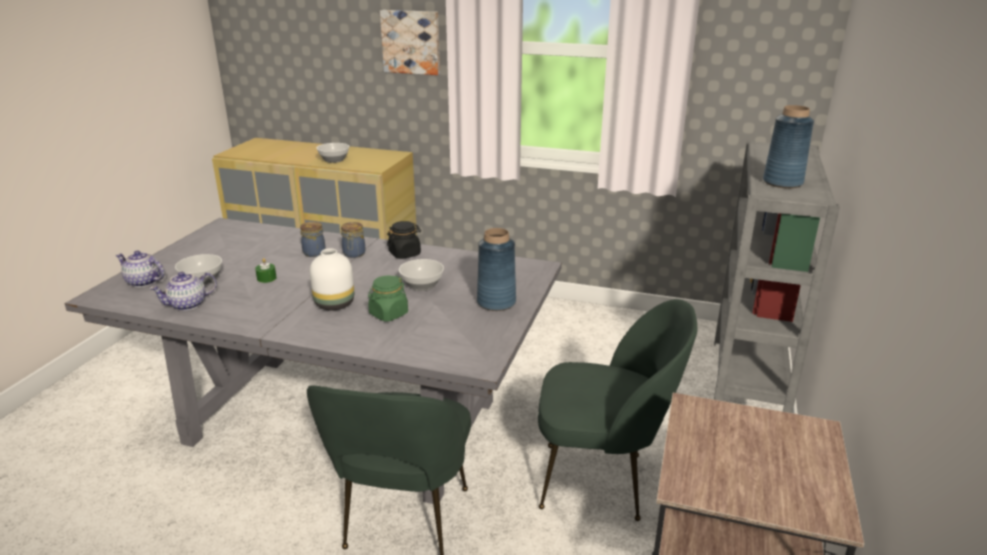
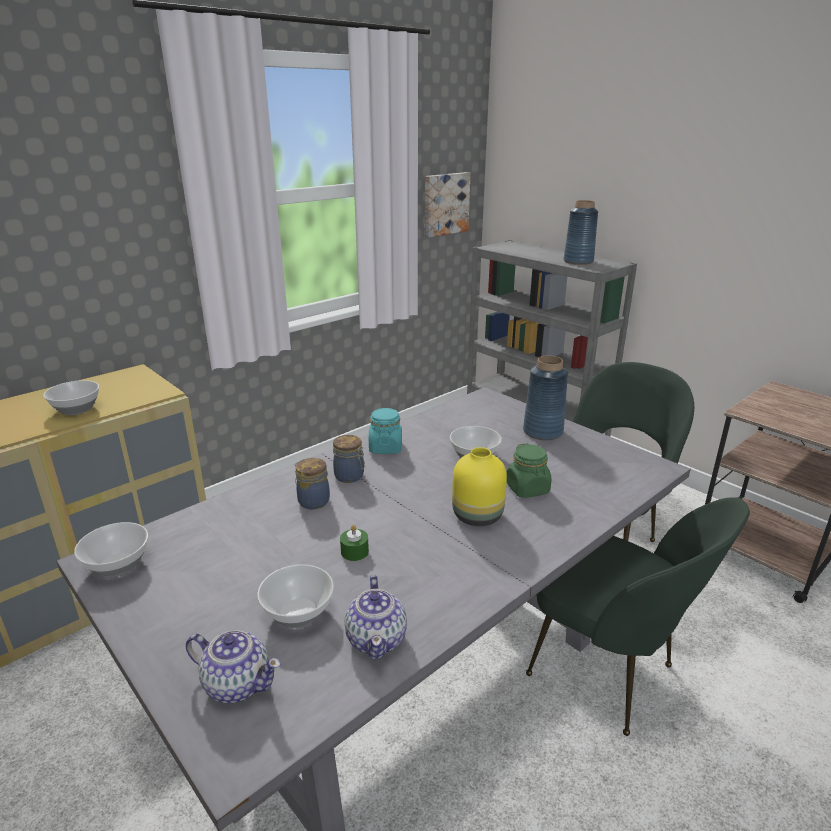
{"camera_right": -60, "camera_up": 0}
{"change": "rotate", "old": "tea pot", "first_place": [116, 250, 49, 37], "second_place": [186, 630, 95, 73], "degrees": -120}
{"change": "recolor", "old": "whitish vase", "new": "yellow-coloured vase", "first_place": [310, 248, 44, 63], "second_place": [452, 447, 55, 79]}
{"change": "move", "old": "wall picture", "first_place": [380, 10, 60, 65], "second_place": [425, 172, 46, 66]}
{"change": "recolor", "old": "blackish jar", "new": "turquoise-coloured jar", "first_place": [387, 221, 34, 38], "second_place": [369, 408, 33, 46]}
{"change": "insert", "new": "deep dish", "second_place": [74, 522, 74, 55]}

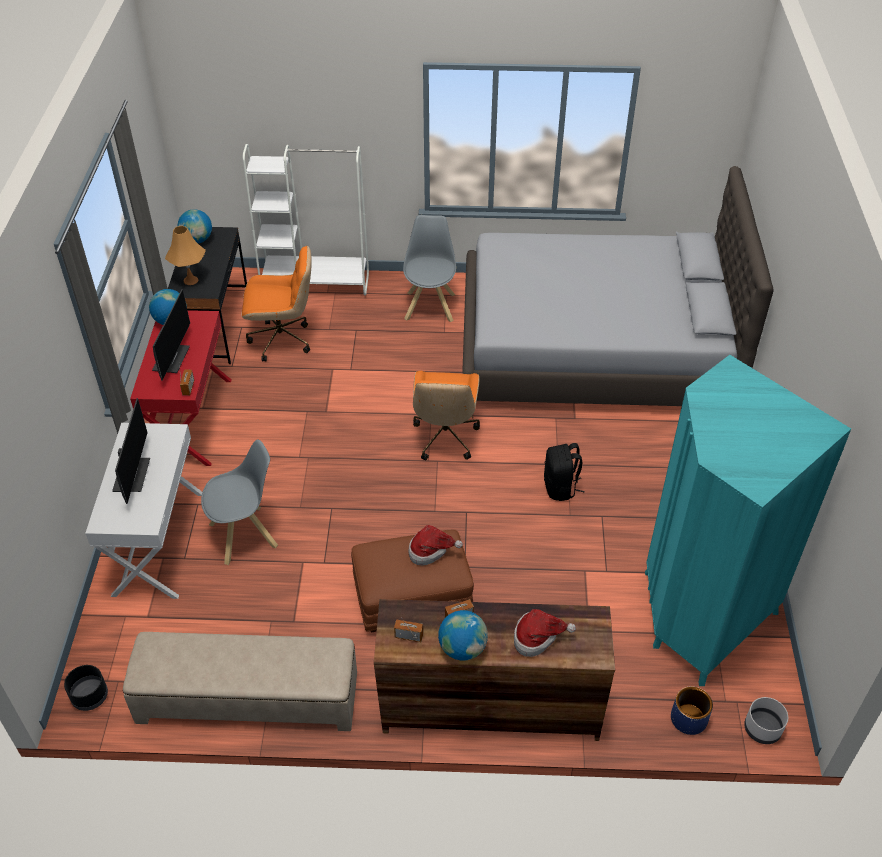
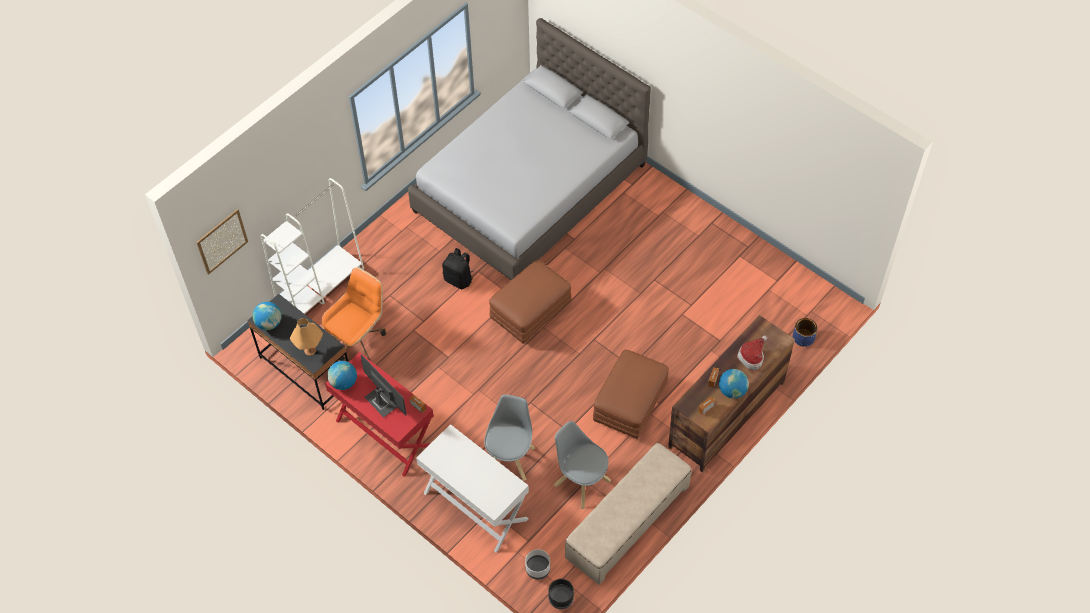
{"camera_right": -50, "camera_up": 10}
{"change": "delete", "old": "computer display", "first_place": [112, 398, 38, 106]}
{"change": "move", "old": "greyish plain chair", "first_place": [403, 215, 53, 107], "second_place": [554, 421, 57, 88]}
{"change": "delete", "old": "clothing hat", "first_place": [408, 525, 55, 41]}
{"change": "replace", "old": "orange-coloured computer chair", "new": "brownish footrest", "first_place": [413, 371, 67, 90], "second_place": [489, 260, 83, 84]}
{"change": "move", "old": "blackish knapsack", "first_place": [544, 443, 41, 58], "second_place": [442, 248, 31, 41]}
{"change": "delete", "old": "turquoise-coloured armoire", "first_place": [645, 355, 206, 331]}
{"change": "move", "old": "greyish planter", "first_place": [744, 697, 44, 47], "second_place": [525, 549, 25, 30]}
{"change": "insert", "new": "wall picture", "second_place": [196, 209, 52, 66]}

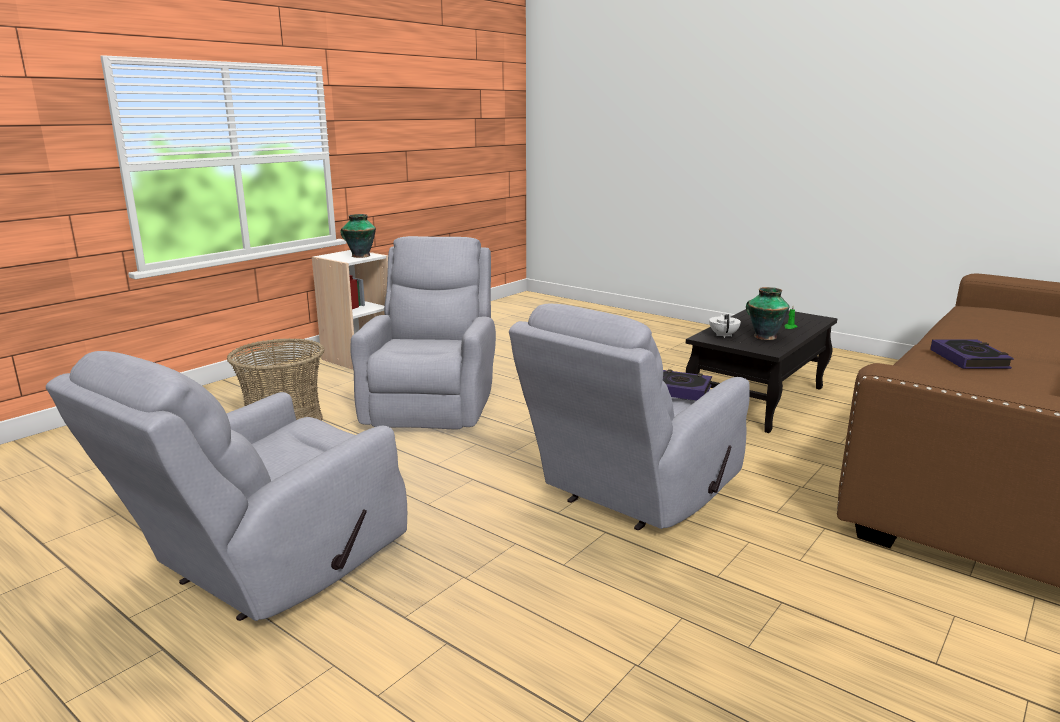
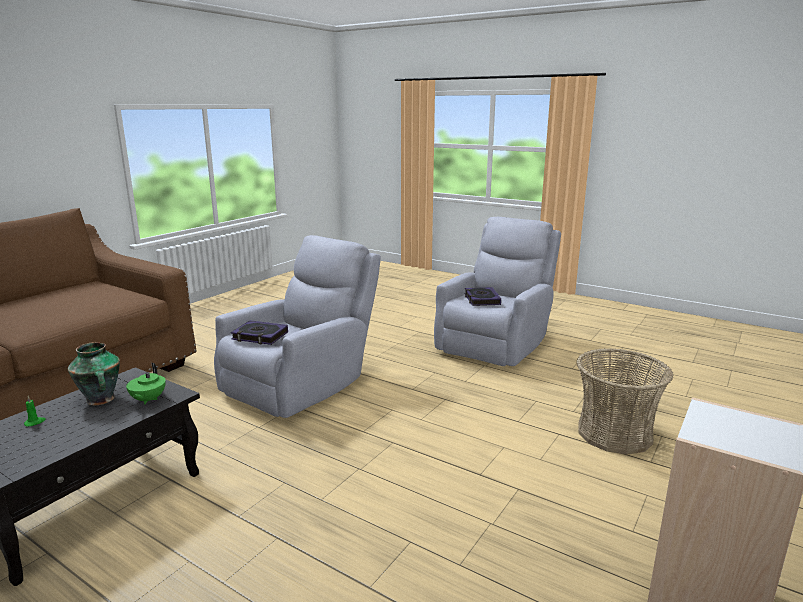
{"camera_right": 175, "camera_up": 0}
{"change": "delete", "old": "vase", "first_place": [340, 214, 36, 44]}
{"change": "delete", "old": "greyish easy chair", "first_place": [350, 236, 146, 194]}
{"change": "recolor", "old": "whitish tea pot", "new": "green-coloured tea pot", "first_place": [709, 314, 32, 24], "second_place": [126, 363, 40, 42]}
{"change": "move", "old": "volume", "first_place": [930, 339, 84, 30], "second_place": [465, 287, 36, 19]}

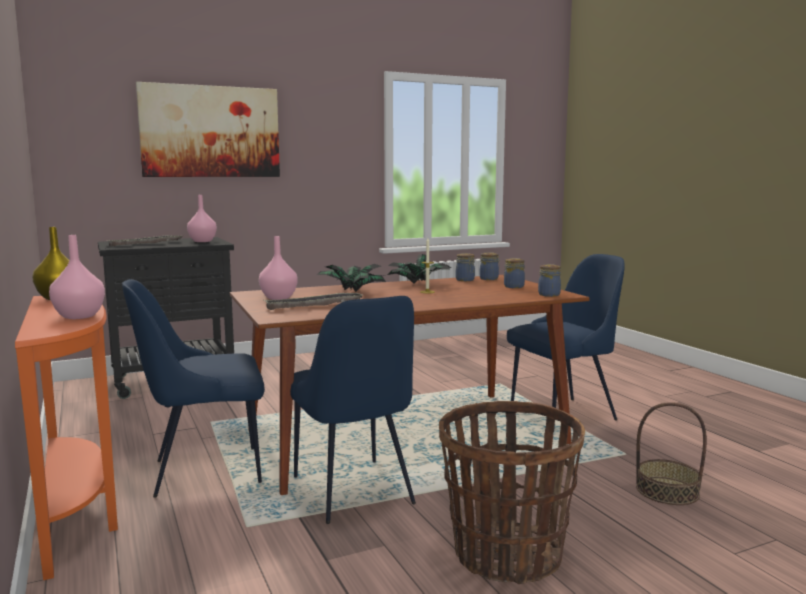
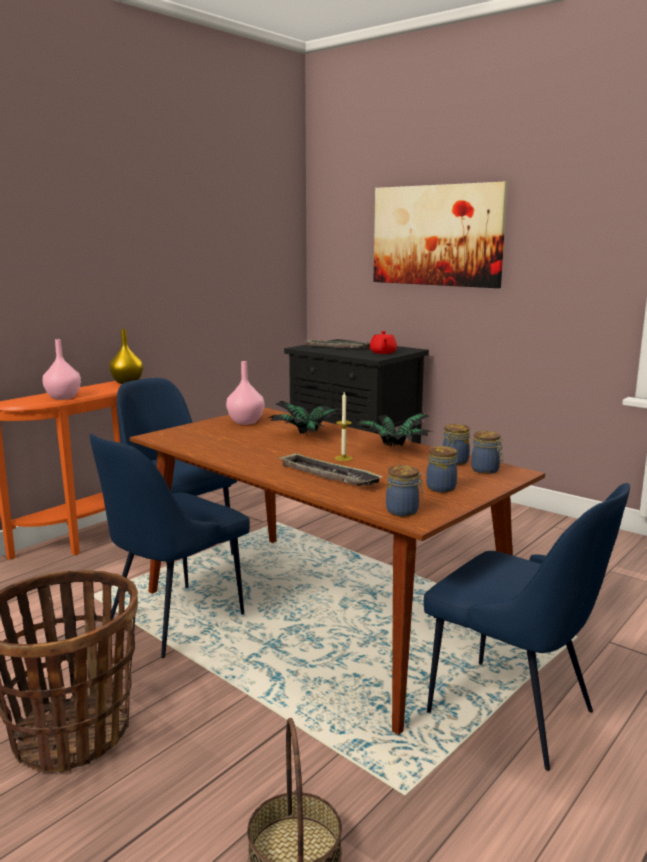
{"camera_right": 65, "camera_up": 5}
{"change": "replace", "old": "pink-coloured vase", "new": "red-coloured tea pot", "first_place": [187, 195, 30, 47], "second_place": [369, 331, 28, 23]}
{"change": "move", "old": "tray", "first_place": [263, 292, 99, 18], "second_place": [278, 453, 105, 33]}

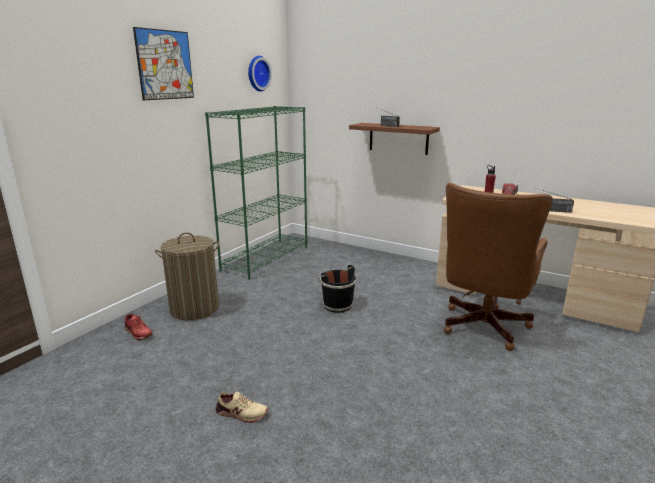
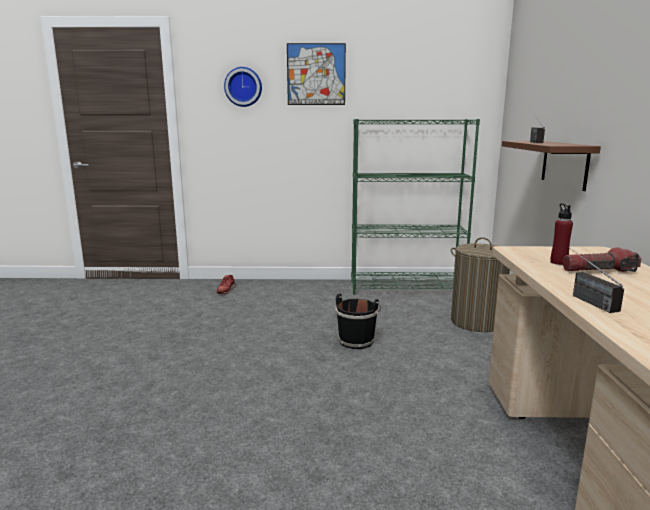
{"camera_right": 60, "camera_up": -5}
{"change": "move", "old": "hamper", "first_place": [155, 232, 64, 88], "second_place": [451, 237, 59, 95]}
{"change": "delete", "old": "sand-coloured item of footwear", "first_place": [216, 392, 52, 31]}
{"change": "move", "old": "clock on the wall", "first_place": [248, 56, 24, 36], "second_place": [224, 67, 38, 40]}
{"change": "delete", "old": "brownish computer chair", "first_place": [444, 183, 109, 168]}

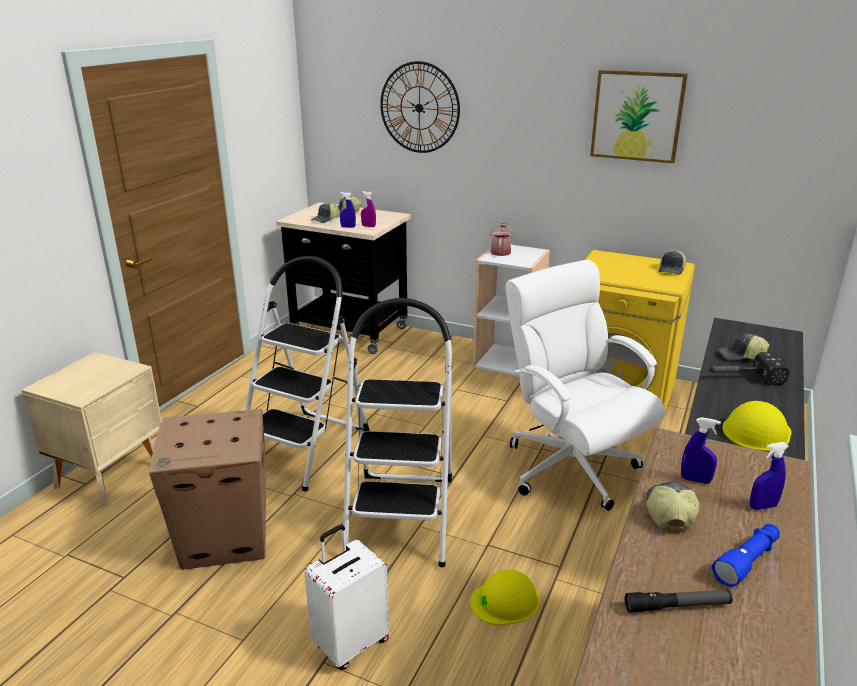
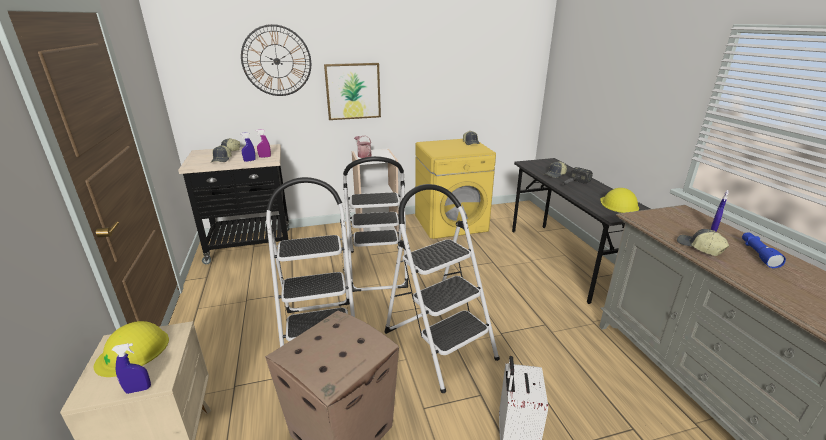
{"camera_right": -40, "camera_up": 0}
{"change": "move", "old": "yellow-coloured hard hat", "first_place": [470, 570, 70, 55], "second_place": [94, 321, 75, 56]}
{"change": "delete", "old": "whitish computer chair", "first_place": [506, 260, 159, 251]}
{"change": "move", "old": "wall picture", "first_place": [590, 70, 98, 93], "second_place": [324, 63, 57, 57]}
{"change": "delete", "old": "hand torch", "first_place": [625, 590, 108, 23]}
{"change": "move", "old": "blue sprayer", "first_place": [681, 417, 40, 67], "second_place": [112, 343, 39, 51]}
{"change": "insert", "new": "stepladder", "second_place": [343, 156, 65, 136]}

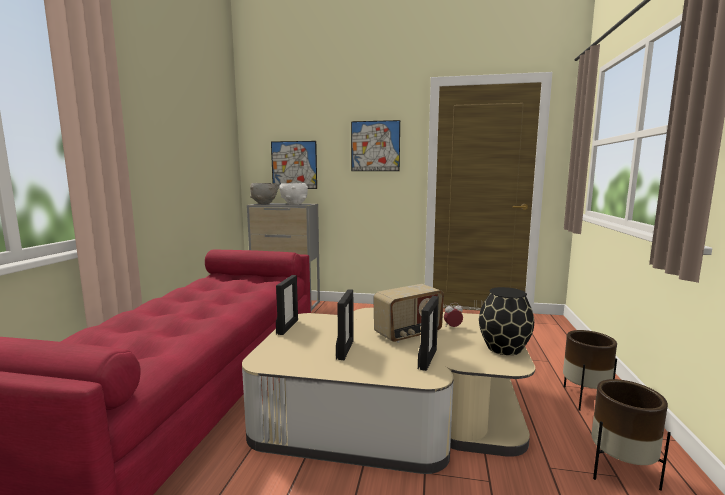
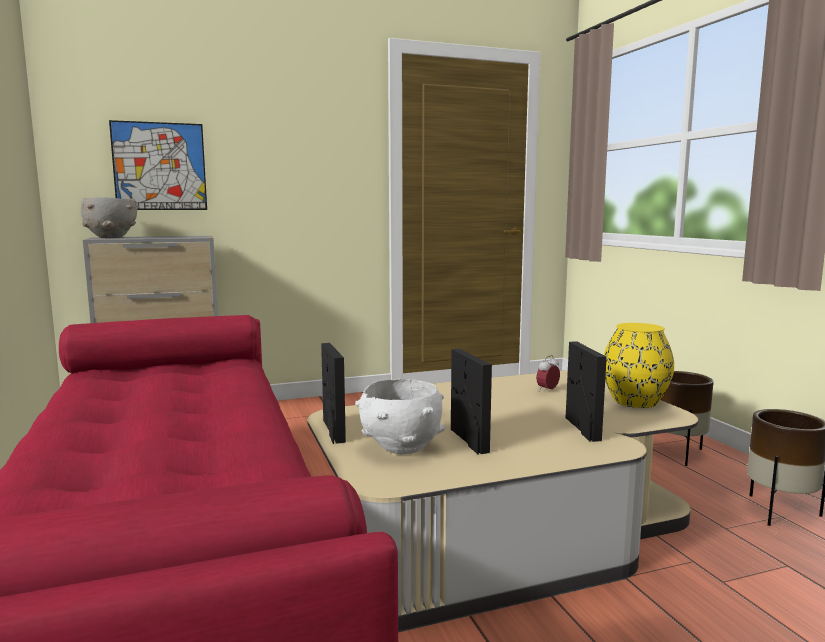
{"camera_right": -30, "camera_up": 0}
{"change": "move", "old": "whitish deep dish", "first_place": [279, 183, 29, 22], "second_place": [355, 379, 90, 76]}
{"change": "delete", "old": "wall picture", "first_place": [351, 120, 49, 51]}
{"change": "delete", "old": "radio", "first_place": [373, 284, 71, 59]}
{"change": "recolor", "old": "blackish vase", "new": "yellow-coloured vase", "first_place": [479, 287, 55, 68], "second_place": [604, 323, 70, 85]}

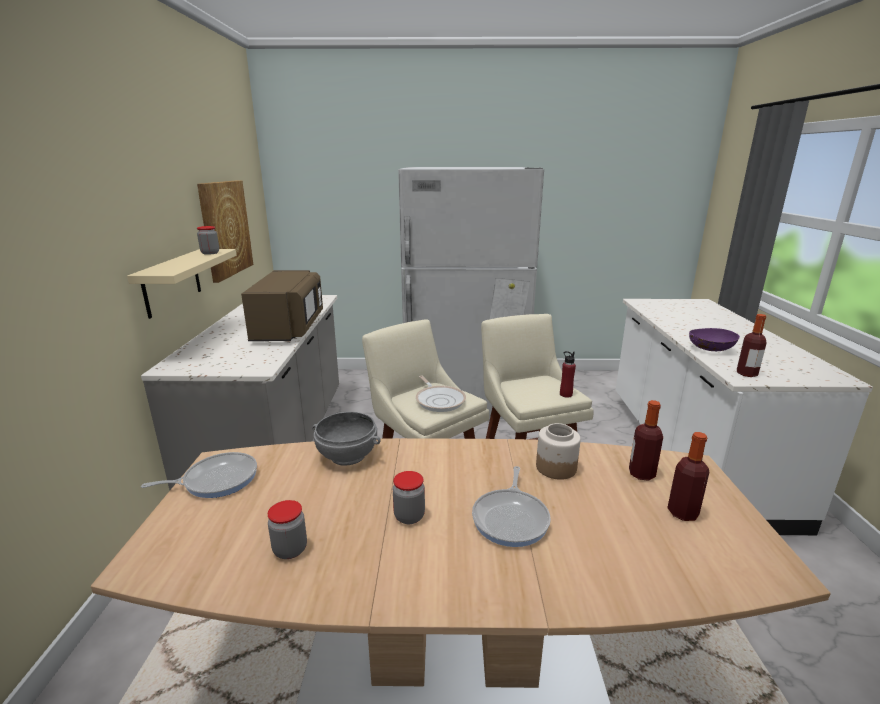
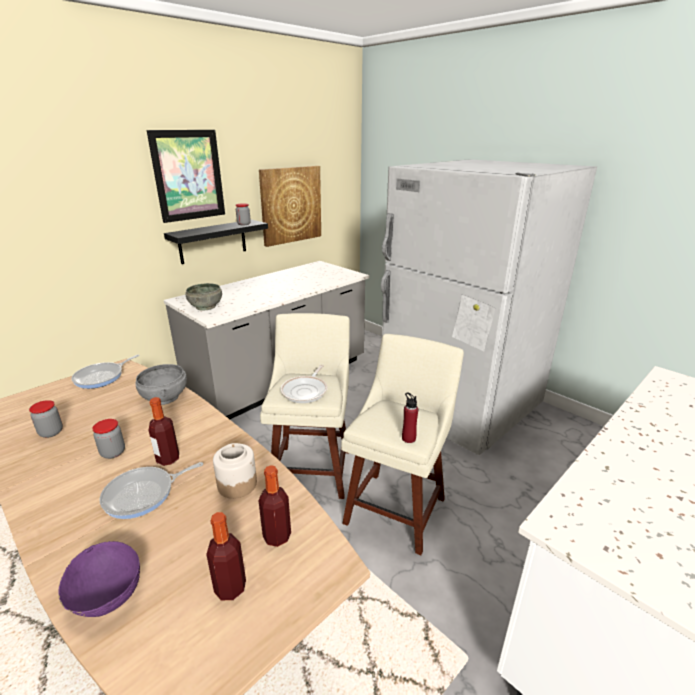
{"camera_right": 45, "camera_up": 5}
{"change": "recolor", "old": "sand-coloured bracket shelf", "new": "blackish bracket shelf", "first_place": [127, 249, 109, 70], "second_place": [164, 220, 104, 44]}
{"change": "rotate", "old": "skillet", "first_place": [141, 452, 116, 46], "second_place": [71, 355, 69, 34], "degrees": 105}
{"change": "delete", "old": "brownish microwave oven", "first_place": [241, 270, 82, 71]}
{"change": "move", "old": "purplish deep dish", "first_place": [689, 328, 51, 23], "second_place": [58, 541, 82, 76]}
{"change": "move", "old": "bottle", "first_place": [737, 314, 30, 63], "second_place": [148, 397, 31, 69]}
{"change": "insert", "new": "wall picture", "second_place": [147, 130, 78, 93]}
{"change": "insert", "new": "greyish deep dish", "second_place": [185, 283, 37, 28]}

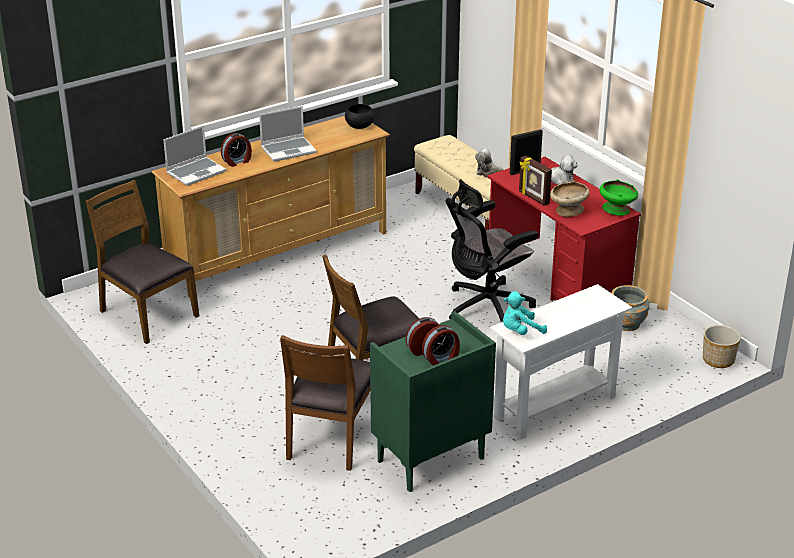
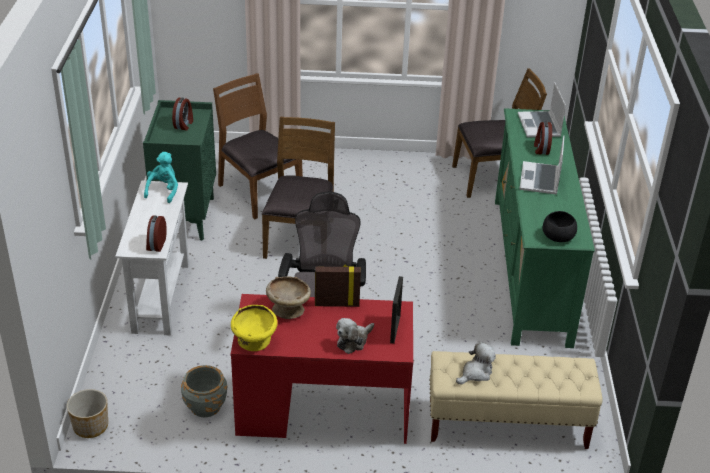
{"camera_right": 125, "camera_up": 5}
{"change": "recolor", "old": "brownish drawer chest", "new": "green-coloured drawer chest", "first_place": [152, 116, 238, 182], "second_place": [495, 108, 100, 240]}
{"change": "move", "old": "bedside clock", "first_place": [422, 325, 38, 41], "second_place": [146, 215, 21, 37]}
{"change": "recolor", "old": "green-coloured deep dish", "new": "yellow-coloured deep dish", "first_place": [599, 179, 39, 37], "second_place": [231, 305, 47, 46]}

